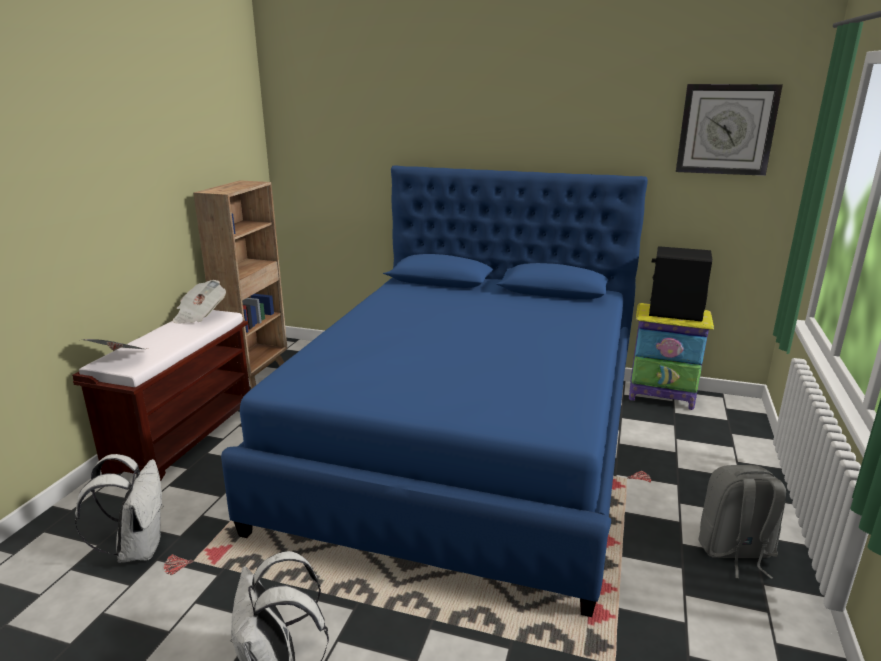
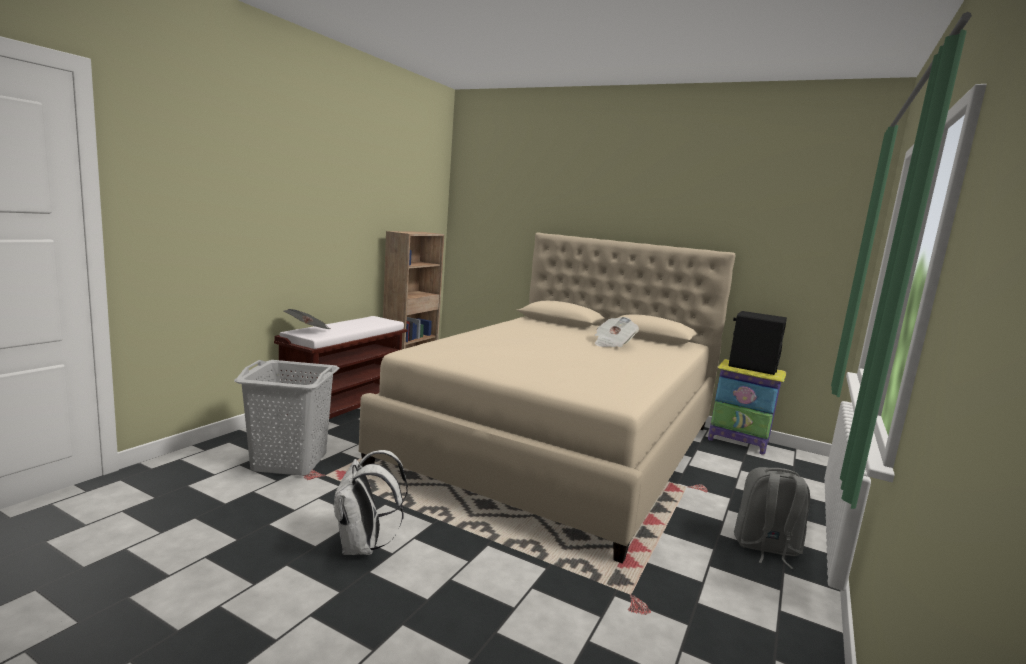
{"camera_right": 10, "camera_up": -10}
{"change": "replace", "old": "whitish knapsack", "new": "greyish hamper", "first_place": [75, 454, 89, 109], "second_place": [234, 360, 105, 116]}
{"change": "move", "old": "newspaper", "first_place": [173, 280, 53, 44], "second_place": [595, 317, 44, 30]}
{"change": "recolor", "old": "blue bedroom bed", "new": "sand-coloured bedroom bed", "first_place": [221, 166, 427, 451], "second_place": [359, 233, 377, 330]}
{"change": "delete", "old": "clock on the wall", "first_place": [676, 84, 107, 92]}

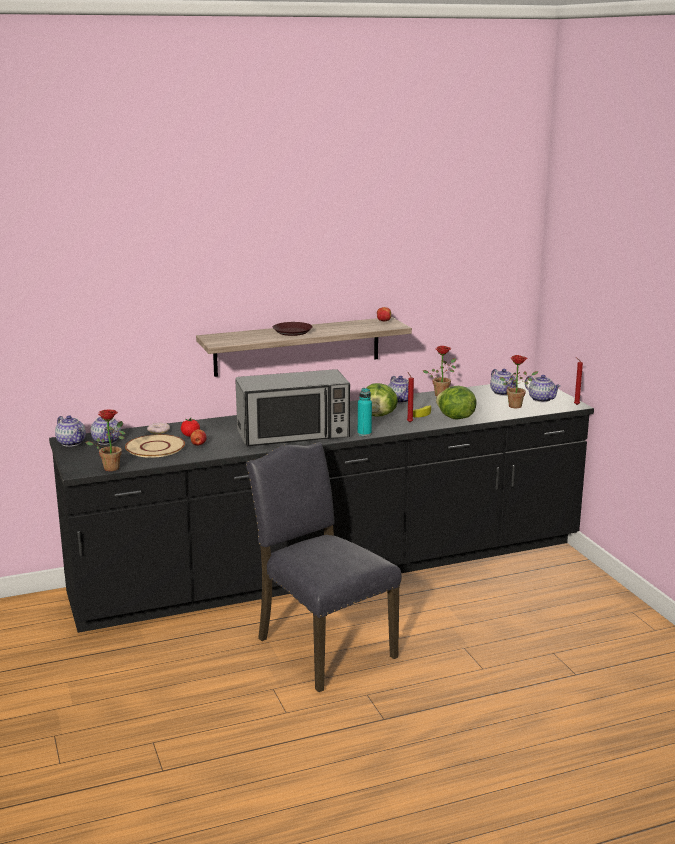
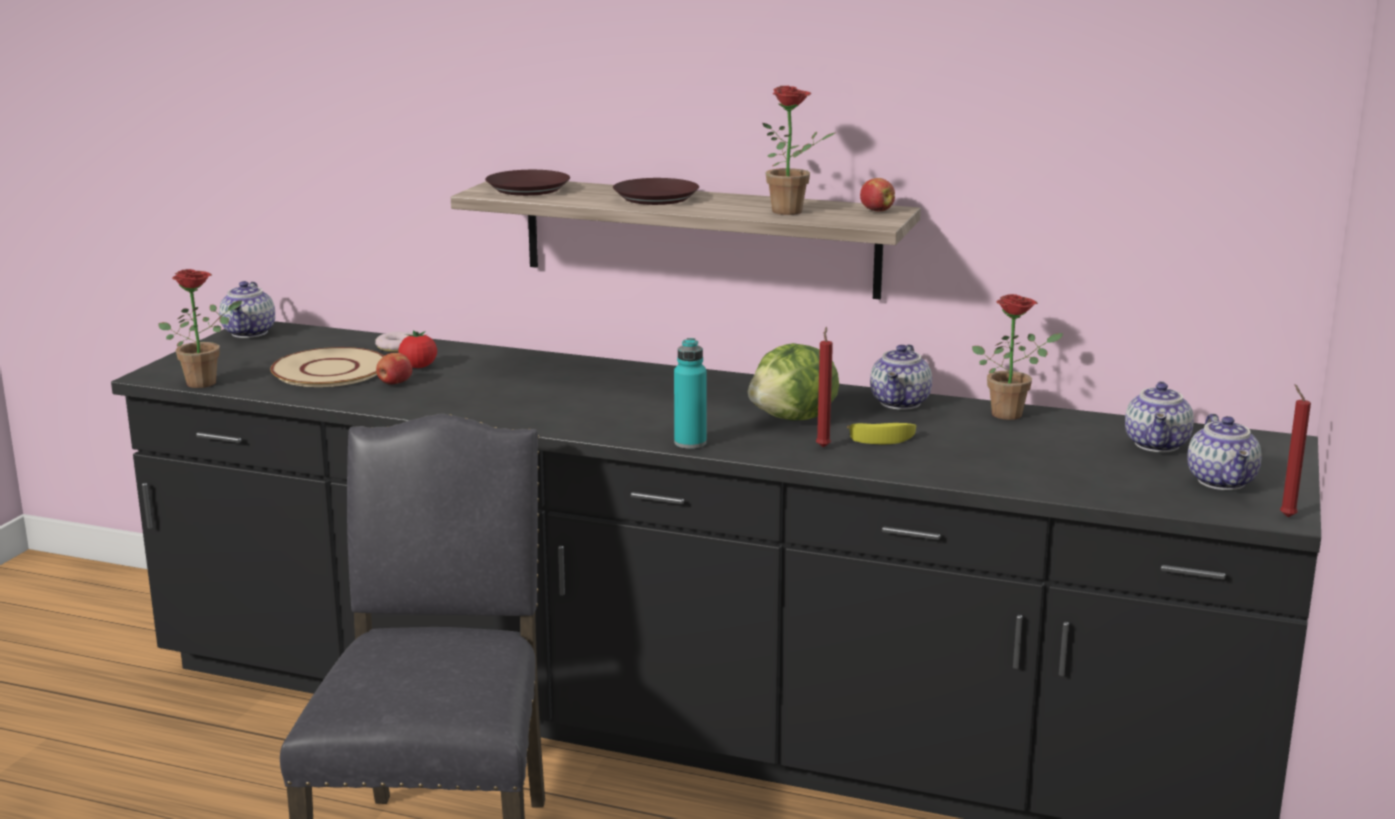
{"camera_right": 40, "camera_up": 0}
{"change": "delete", "old": "tea pot", "first_place": [91, 417, 30, 28]}
{"change": "delete", "old": "microwave oven", "first_place": [235, 369, 115, 77]}
{"change": "delete", "old": "lettuce head", "first_place": [436, 386, 41, 33]}
{"change": "move", "old": "potted plant", "first_place": [500, 355, 39, 53], "second_place": [763, 85, 72, 130]}
{"change": "insert", "new": "brownish plate", "second_place": [485, 170, 85, 26]}

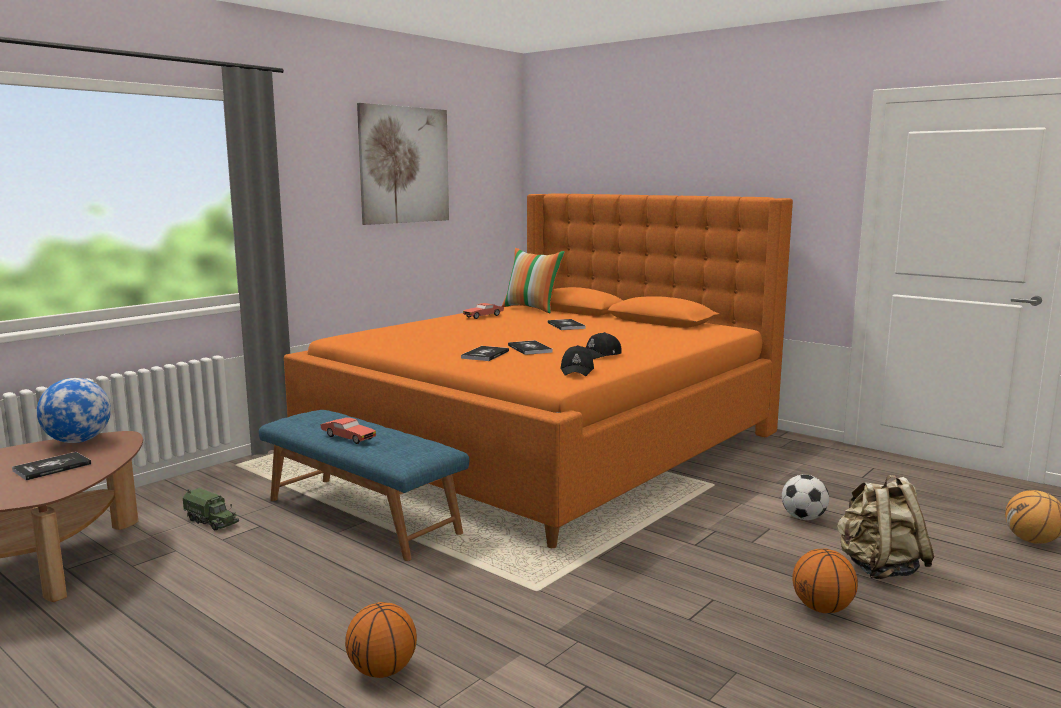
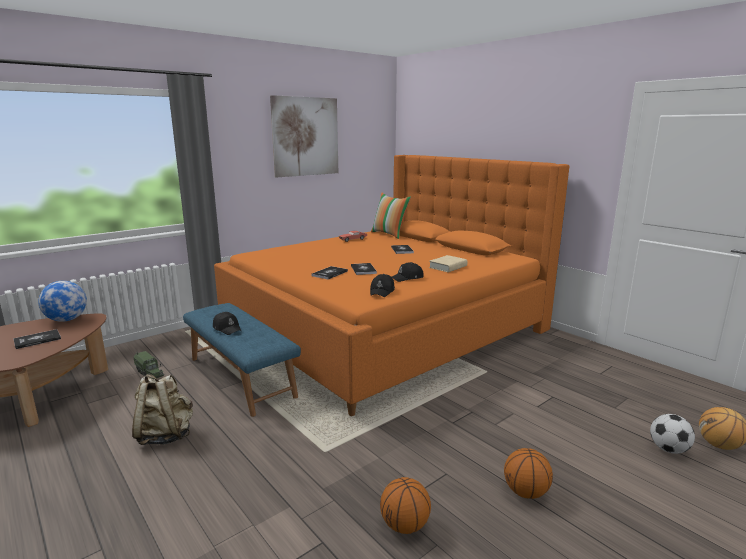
{"camera_right": 10, "camera_up": 5}
{"change": "replace", "old": "red-coloured toy car", "new": "blackish baseball cap", "first_place": [320, 417, 56, 27], "second_place": [213, 312, 28, 23]}
{"change": "move", "old": "ball for basketball", "first_place": [345, 602, 72, 76], "second_place": [380, 477, 51, 57]}
{"change": "move", "old": "football", "first_place": [782, 475, 47, 45], "second_place": [650, 414, 45, 40]}
{"change": "move", "old": "sand-coloured knapsack", "first_place": [836, 475, 98, 104], "second_place": [132, 374, 61, 71]}
{"change": "insert", "new": "sand-coloured volume", "second_place": [429, 255, 38, 17]}

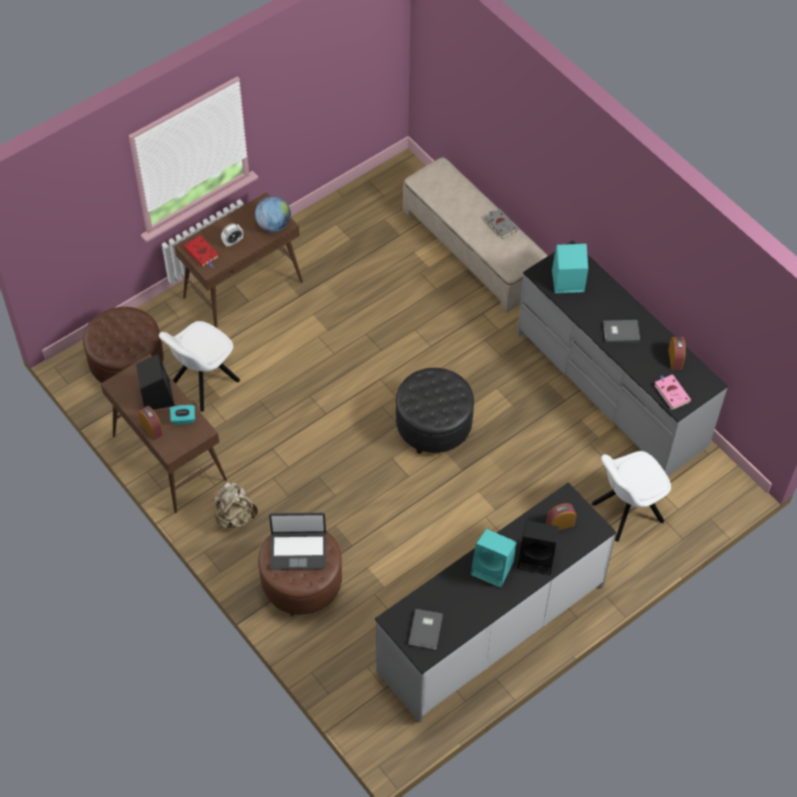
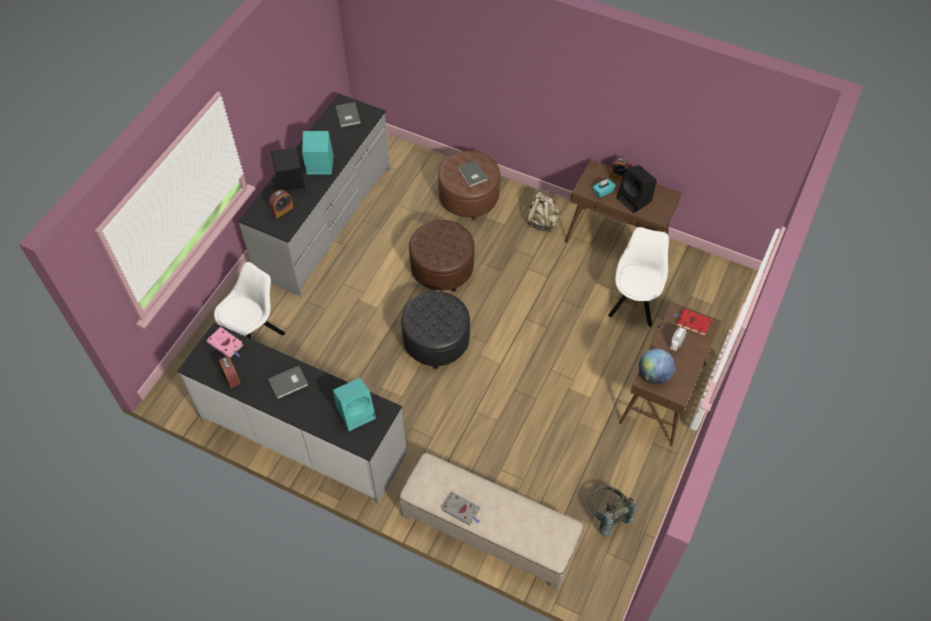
{"camera_right": 155, "camera_up": 0}
{"change": "move", "old": "brownish footrest", "first_place": [83, 307, 81, 76], "second_place": [409, 220, 65, 72]}
{"change": "replace", "old": "laptop", "new": "greyish volume", "first_place": [269, 513, 57, 57], "second_place": [458, 160, 30, 27]}
{"change": "insert", "new": "greyish knapsack", "second_place": [589, 486, 49, 51]}

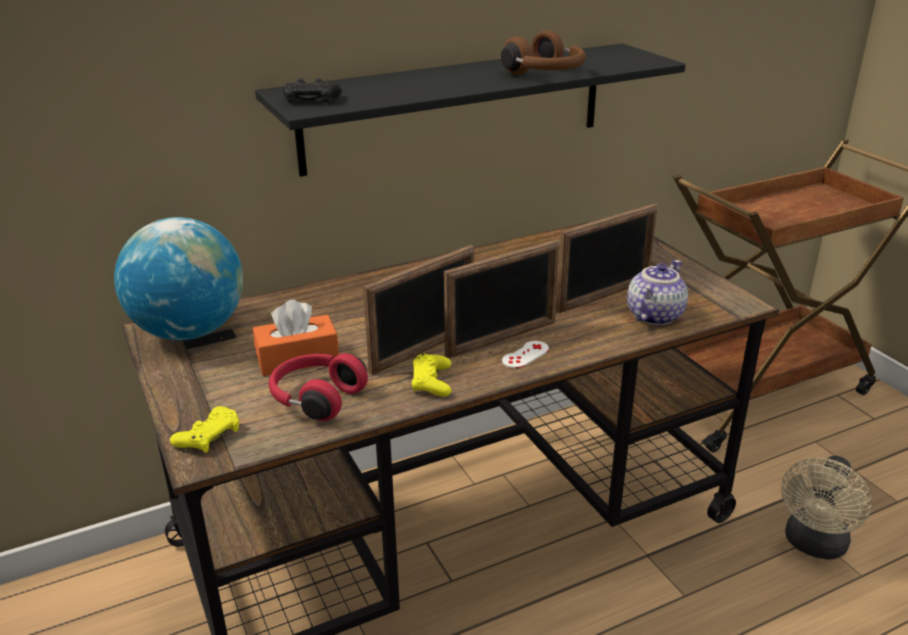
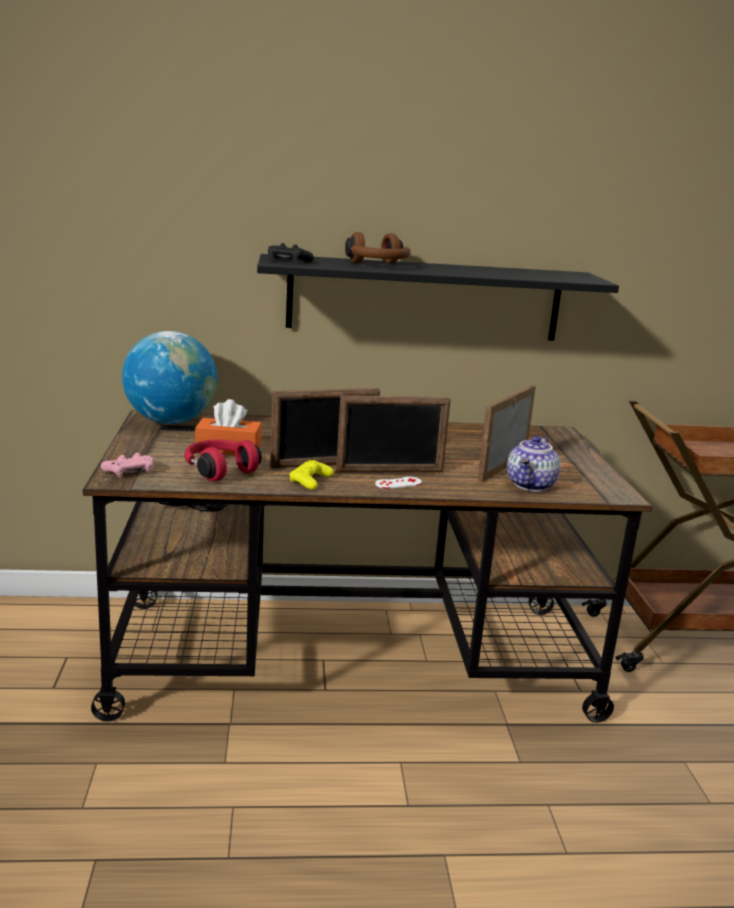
{"camera_right": 20, "camera_up": -10}
{"change": "recolor", "old": "yellow-coloured game controller", "new": "pink-coloured game controller", "first_place": [170, 406, 69, 47], "second_place": [101, 453, 53, 25]}
{"change": "move", "old": "brownish headset", "first_place": [501, 30, 85, 45], "second_place": [345, 232, 66, 32]}
{"change": "rotate", "old": "standing frame", "first_place": [556, 204, 102, 109], "second_place": [478, 385, 58, 97], "degrees": 135}
{"change": "rotate", "old": "tea pot", "first_place": [627, 260, 61, 65], "second_place": [507, 436, 53, 55], "degrees": 150}
{"change": "delete", "old": "sand-coloured electric fan", "first_place": [781, 456, 91, 104]}

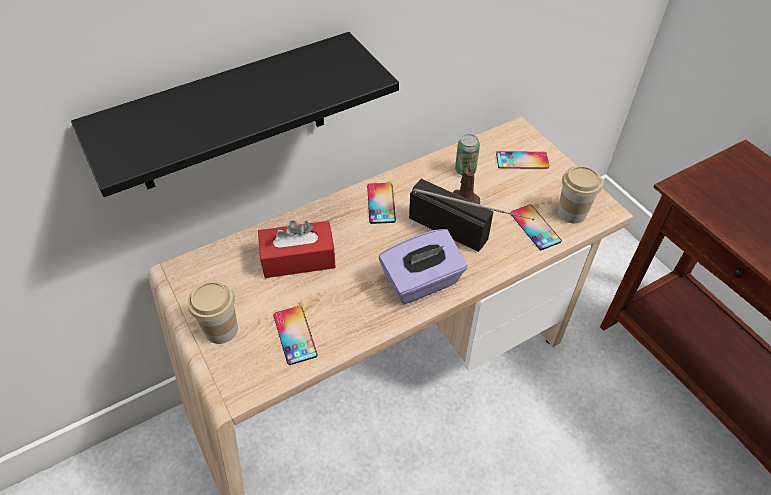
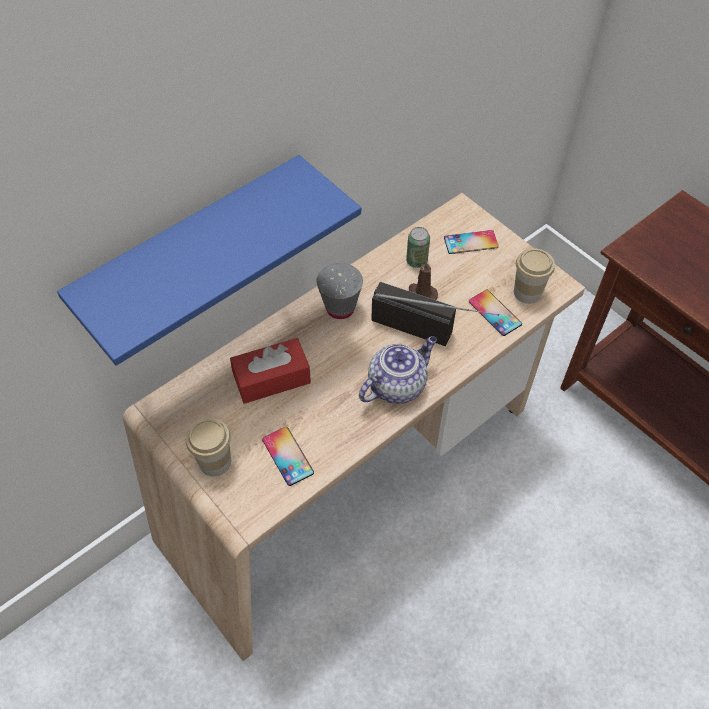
{"camera_right": -10, "camera_up": 5}
{"change": "recolor", "old": "blackish bracket shelf", "new": "blue bracket shelf", "first_place": [71, 32, 328, 165], "second_place": [57, 155, 304, 211]}
{"change": "replace", "old": "phone", "new": "greyish drinking cup", "first_place": [367, 183, 29, 41], "second_place": [317, 263, 46, 56]}
{"change": "replace", "old": "purplish tissue box", "new": "tea pot", "first_place": [379, 229, 88, 75], "second_place": [359, 336, 78, 68]}

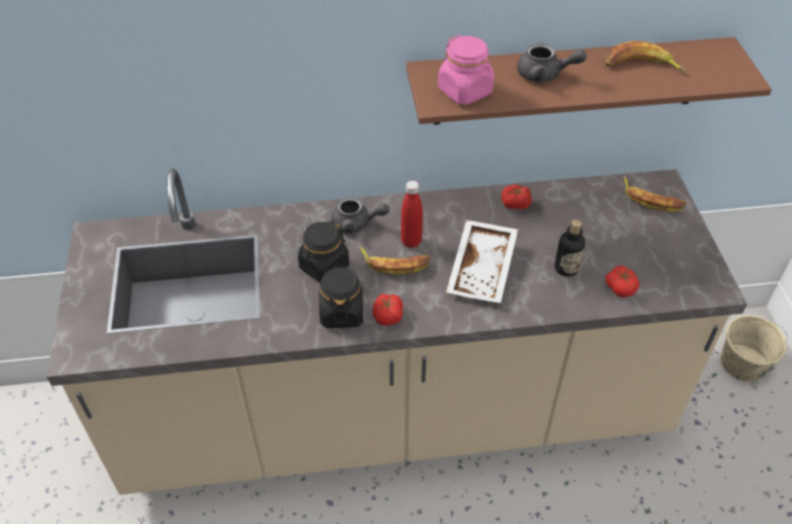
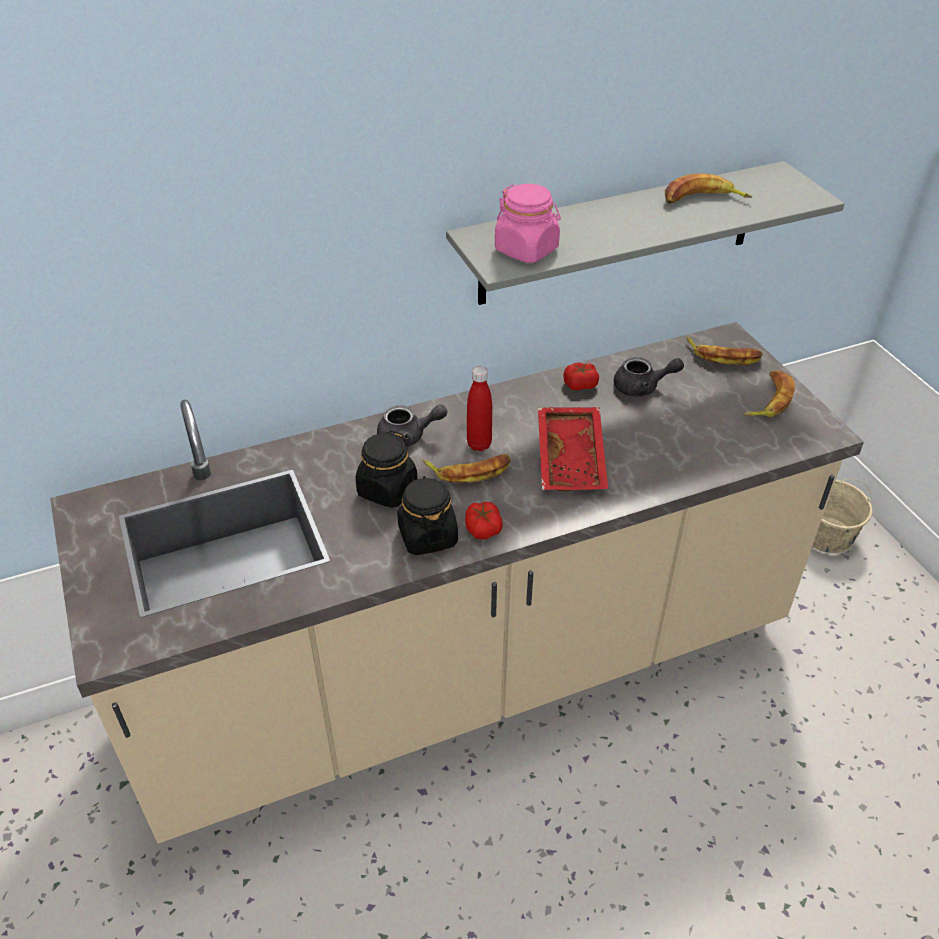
{"camera_right": -15, "camera_up": -5}
{"change": "recolor", "old": "brownish bracket shelf", "new": "greyish bracket shelf", "first_place": [406, 37, 366, 88], "second_place": [446, 161, 399, 144]}
{"change": "recolor", "old": "whitish tray", "new": "red-coloured tray", "first_place": [446, 220, 72, 83], "second_place": [538, 407, 70, 84]}
{"change": "move", "old": "greyish tea pot", "first_place": [517, 43, 70, 39], "second_place": [614, 357, 70, 40]}
{"change": "delete", "old": "bottle", "first_place": [554, 220, 31, 57]}
{"change": "delete", "old": "tomato", "first_place": [606, 266, 33, 31]}
{"change": "insert", "new": "banana", "second_place": [744, 371, 51, 46]}

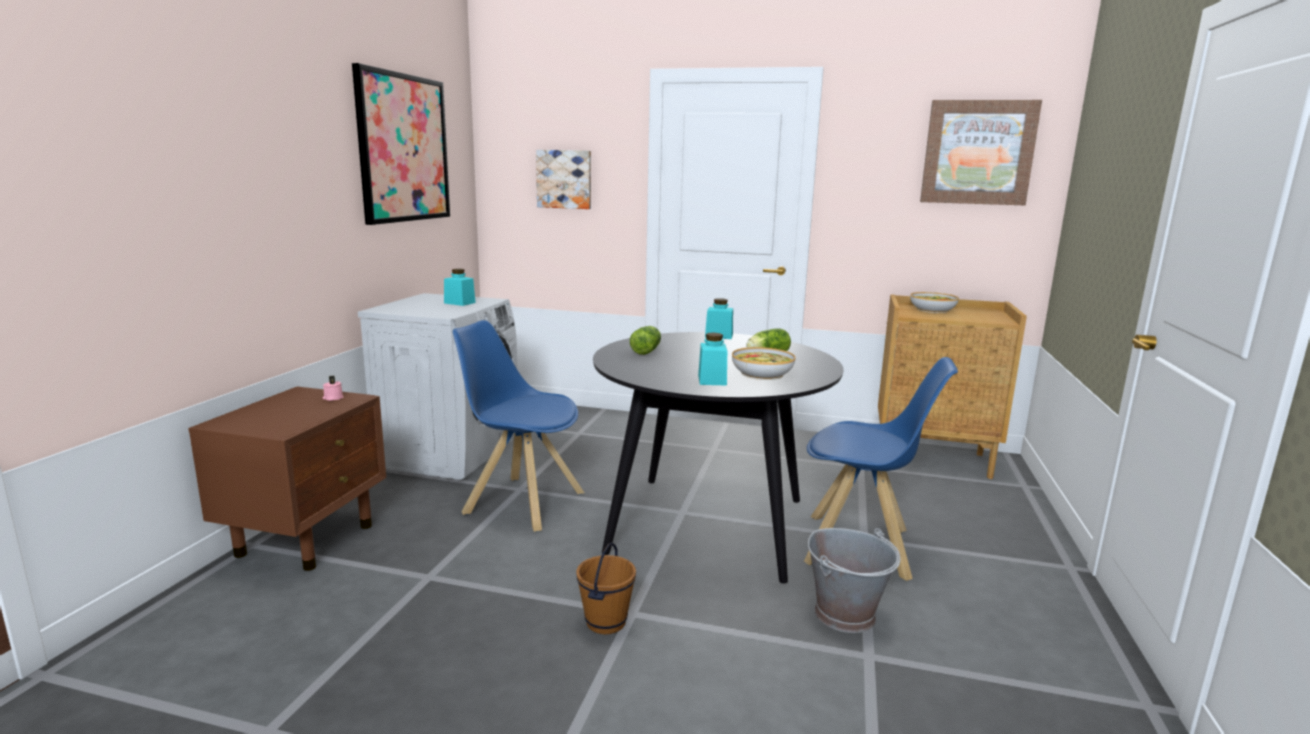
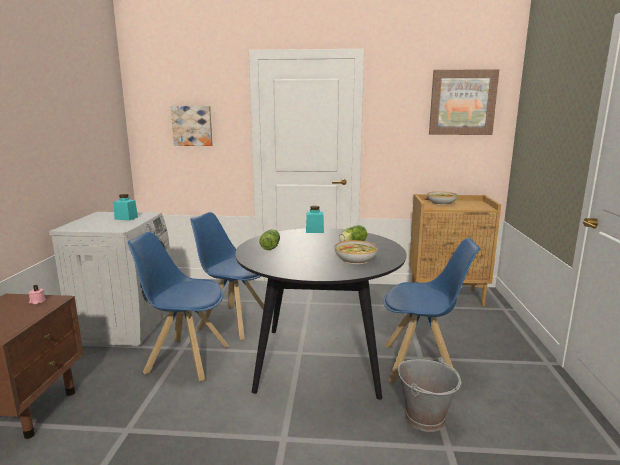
{"camera_right": -10, "camera_up": 0}
{"change": "delete", "old": "wall picture", "first_place": [352, 63, 98, 162]}
{"change": "delete", "old": "brownish pail", "first_place": [576, 542, 60, 92]}
{"change": "delete", "old": "turquoise-coloured jar", "first_place": [698, 333, 29, 53]}
{"change": "insert", "new": "blue plain chair", "second_place": [190, 212, 74, 128]}

